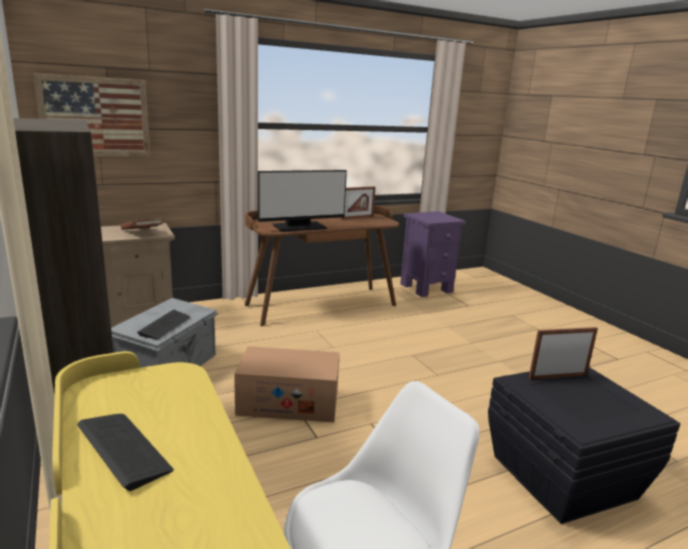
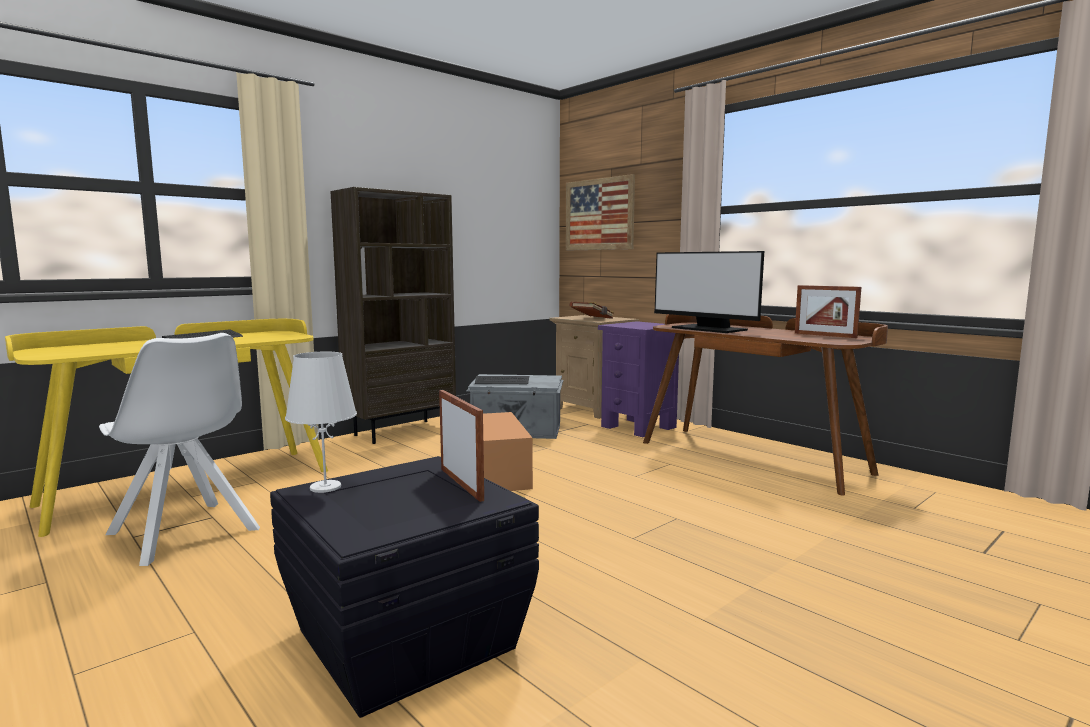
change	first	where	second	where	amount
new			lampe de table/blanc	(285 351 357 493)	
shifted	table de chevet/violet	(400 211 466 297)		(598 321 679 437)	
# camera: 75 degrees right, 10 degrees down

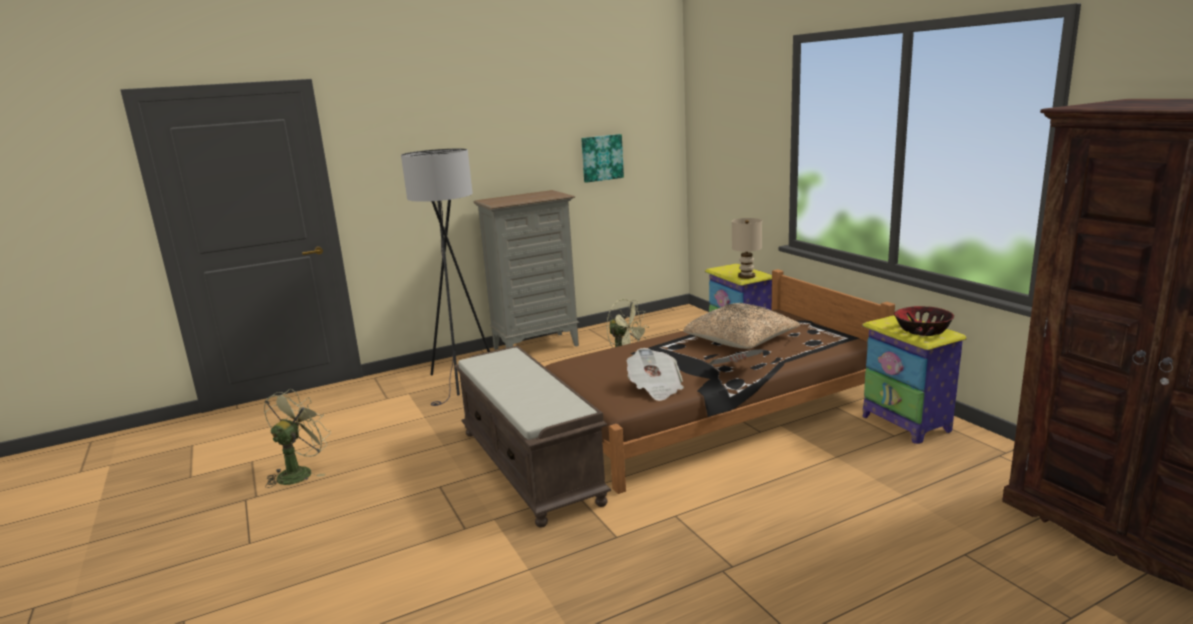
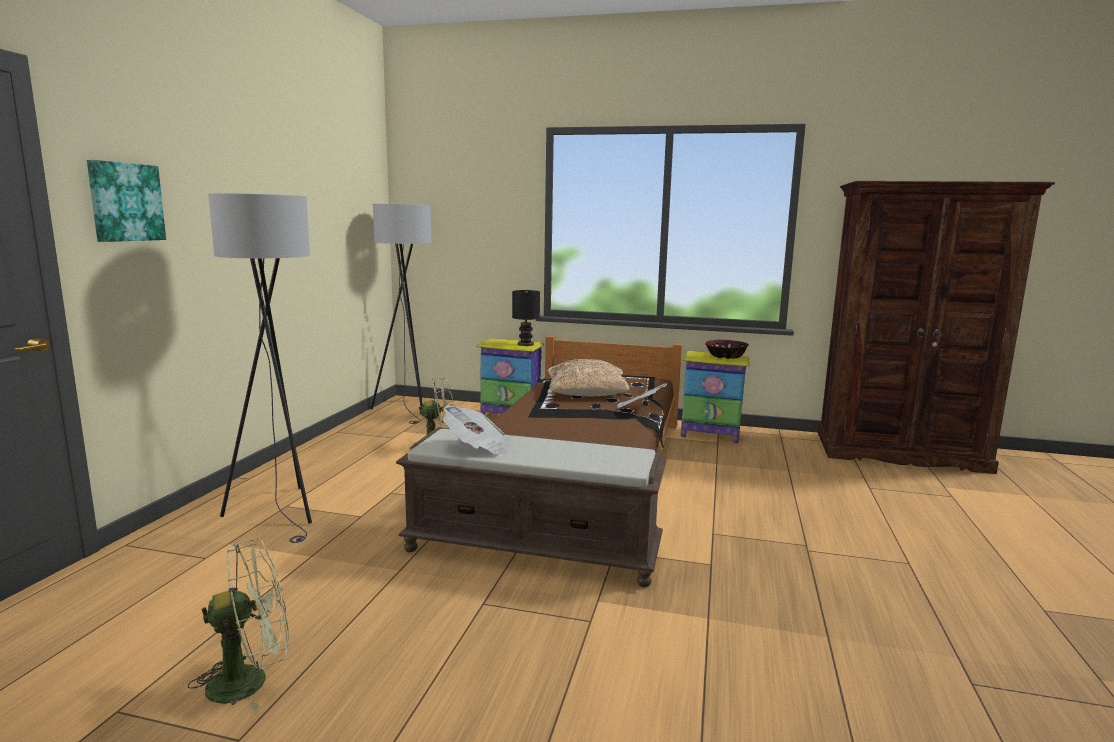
change	first	where	second	where	amount
shifted	tableau	(581 134 624 183)		(87 160 166 242)	
rotated	ventilateur/vert	(264 389 331 488)		(188 538 289 713)	90 degrees clockwise
new			lampadaire/gris	(370 204 431 424)	
shifted	journal	(627 348 684 401)		(443 406 510 456)	
repainted	lampe de table/beige	(732 218 762 279)	lampe de table/noir	(512 290 540 346)	
gone	commode/gris	(474 190 579 350)			
# camera: 50 degrees left, 5 degrees down

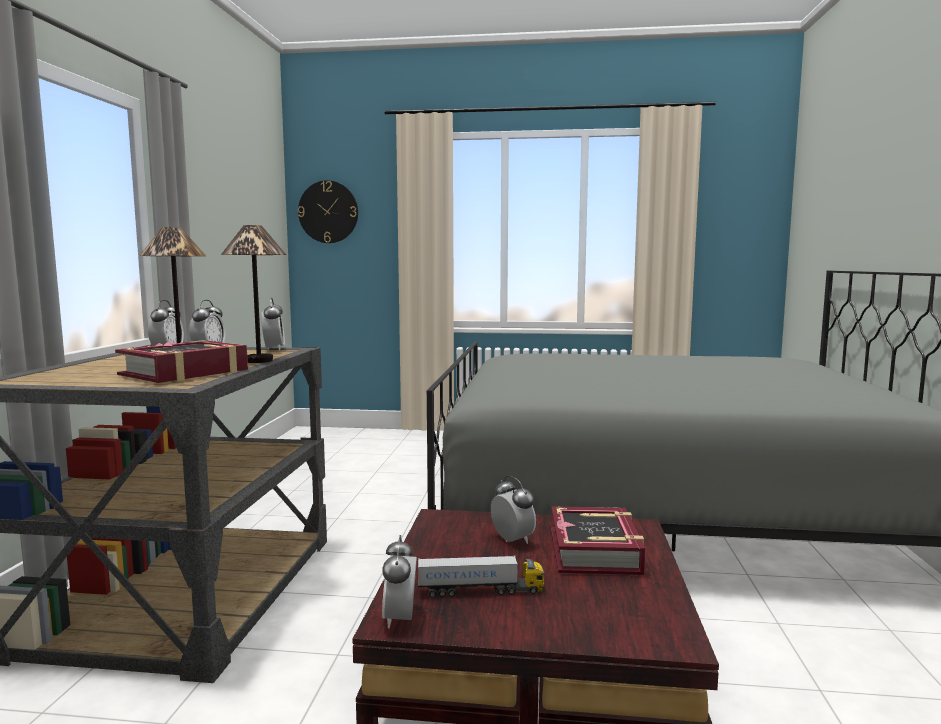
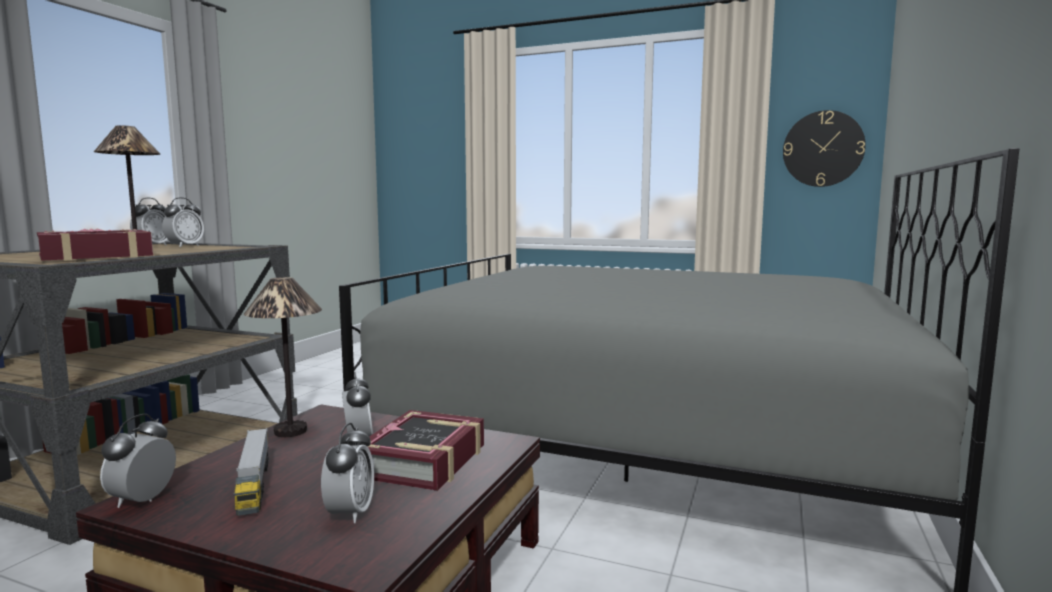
change	first	where	second	where	amount
rotated	camion jouet	(418 555 545 598)		(234 428 269 516)	60 degrees clockwise
shifted	lampe de table	(221 225 286 363)		(244 277 322 437)	
shifted	réveil	(261 298 285 350)		(321 423 374 523)	
shifted	horloge murale	(298 180 358 243)		(783 110 866 187)	
# camera: 15 degrees right, 0 degrees up

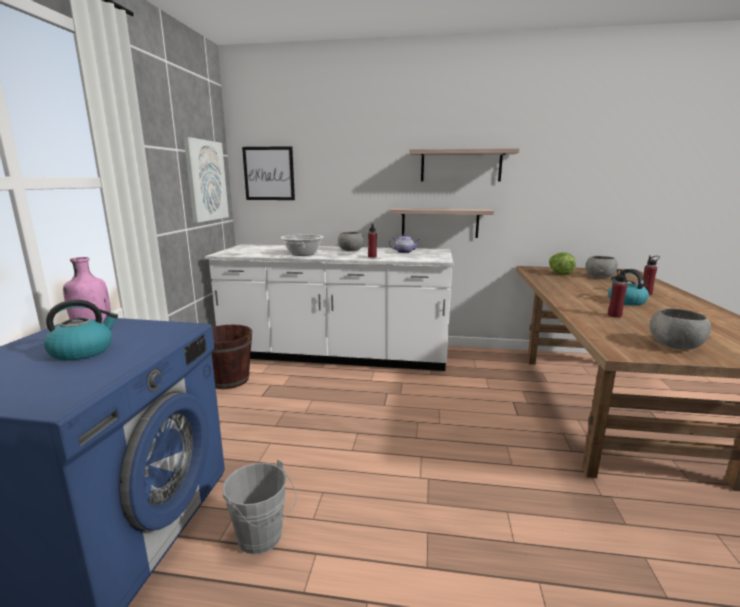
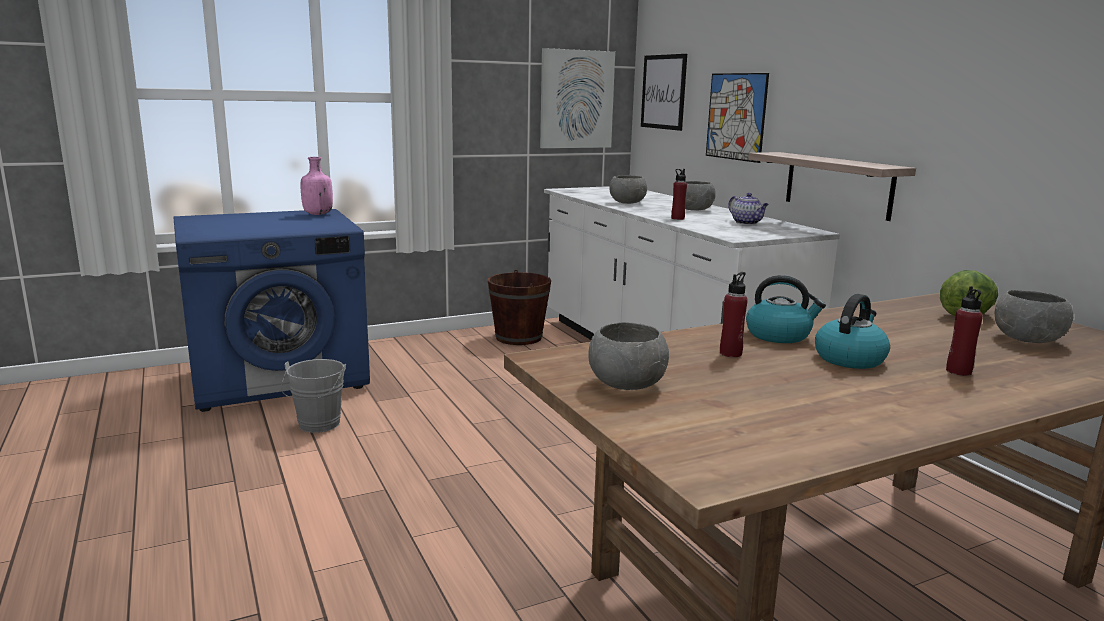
change	first	where	second	where	amount
swapped	marmite	(281 234 324 256)	bol/gris	(610 175 647 204)	
new			tableau	(706 73 769 163)	
shifted	bouilloire	(43 299 118 361)		(746 275 826 343)	
gone	étagère	(409 148 520 181)			
# camera: 55 degrees right, 0 degrees up

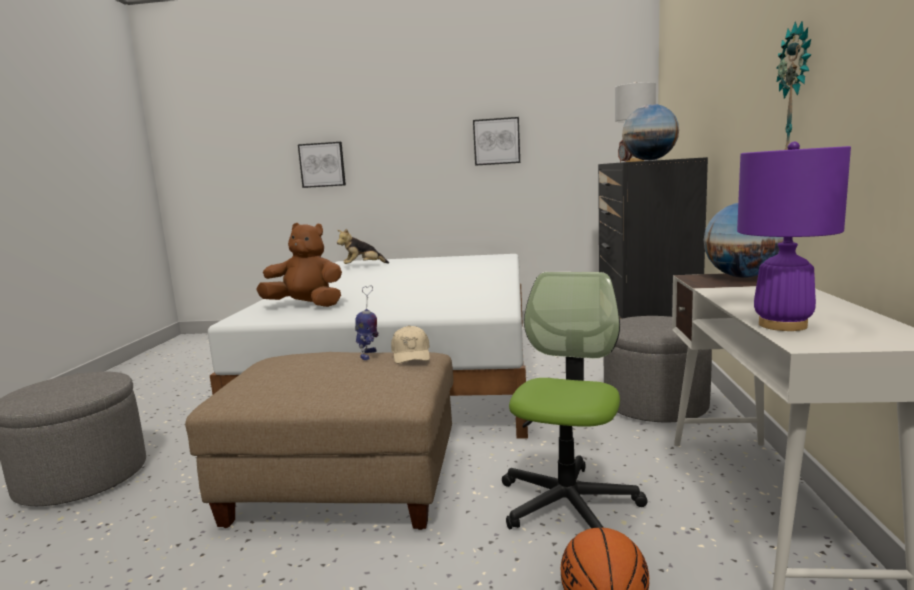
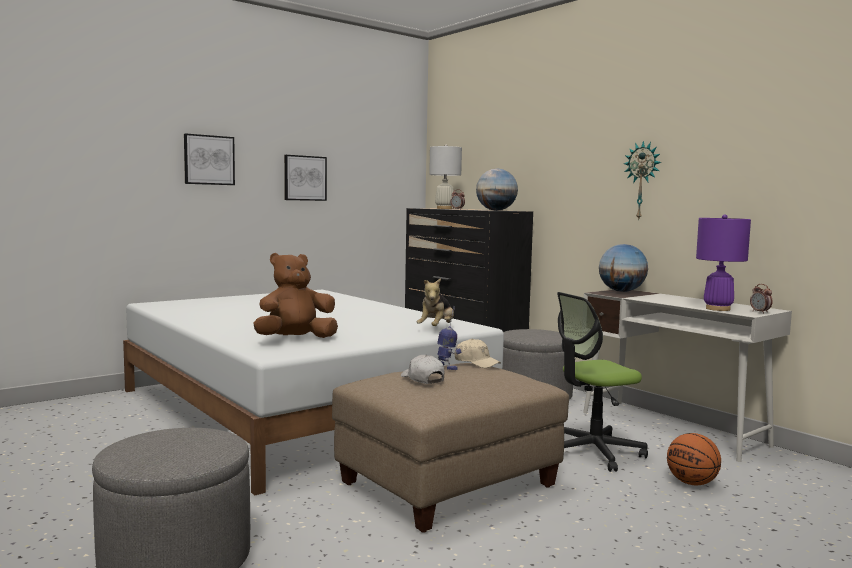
change	first	where	second	where	amount
shifted	tableau	(298 142 346 188)		(184 133 235 185)	
new			casquette/blanc	(401 355 444 384)	
shifted	peluche	(337 229 389 264)		(417 278 454 326)	
rotated	chaise de bureau	(502 272 648 529)		(557 292 648 472)	90 degrees counterclockwise
new			réveil	(750 284 773 314)	
# camera: 45 degrees left, 5 degrees down

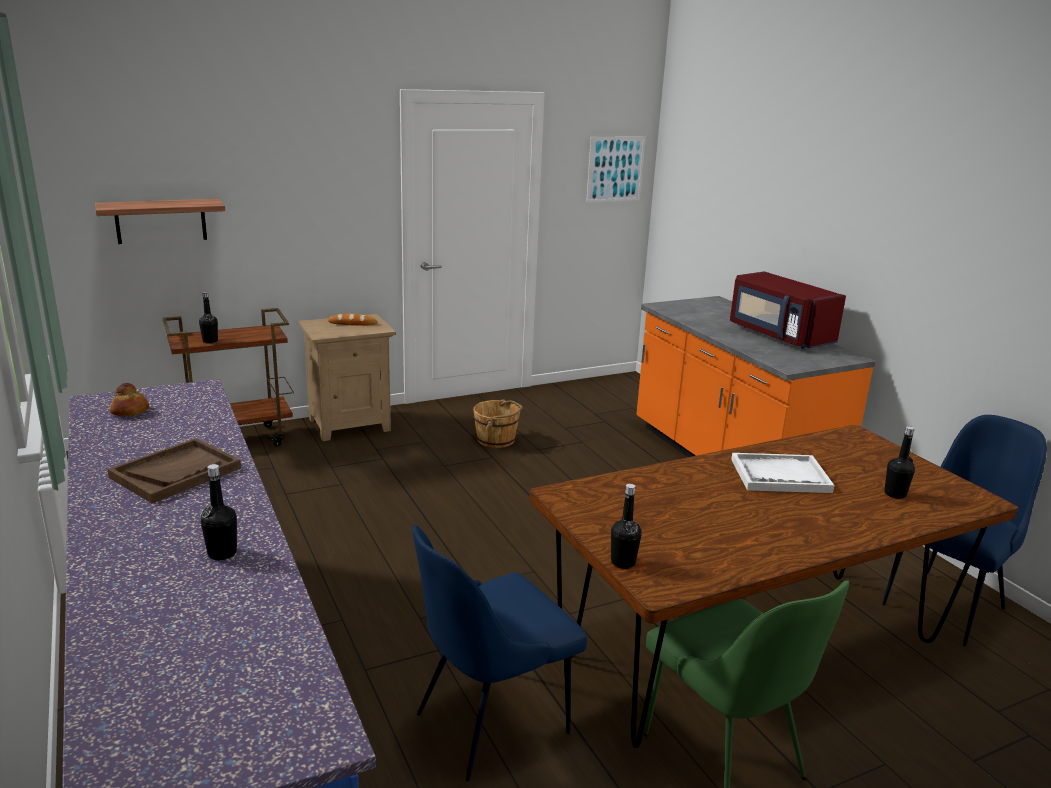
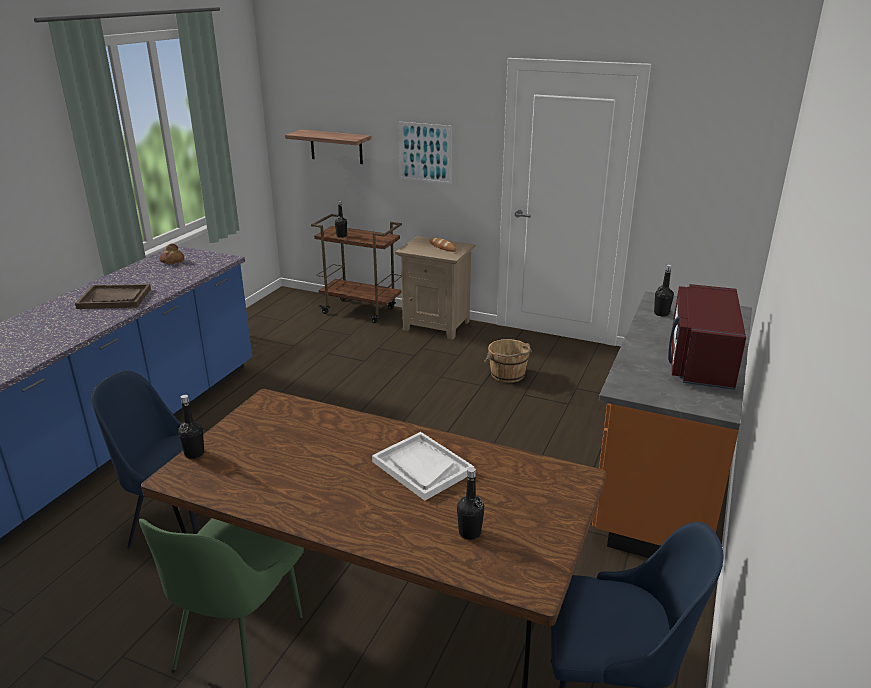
change	first	where	second	where	amount
shifted	tableau	(586 136 646 202)		(398 122 452 184)	
shifted	bouteille/noir	(201 464 237 560)		(654 265 674 317)	
# camera: 50 degrees right, 5 degrees up

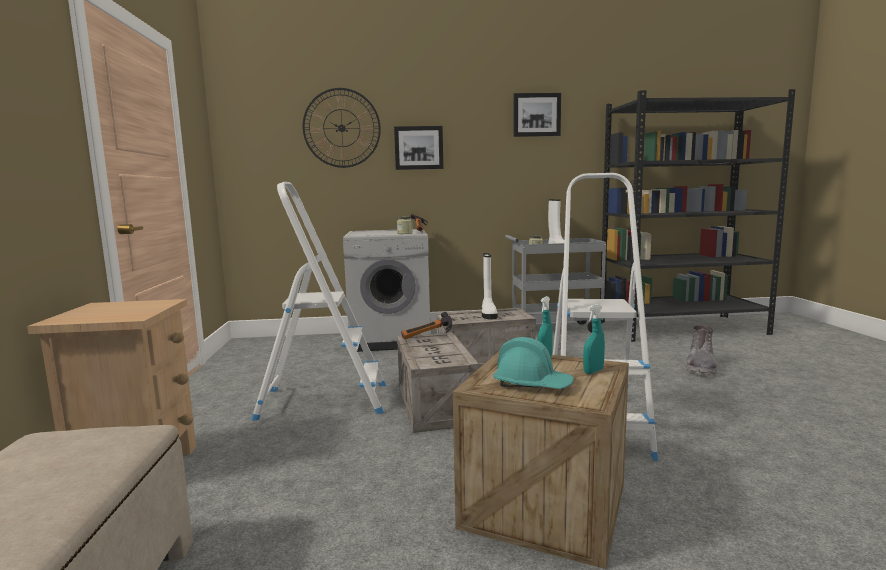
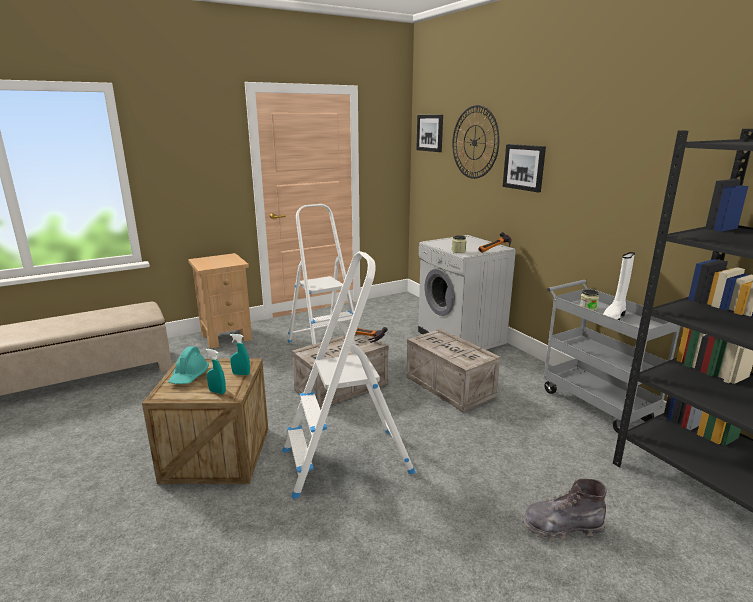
change	first	where	second	where	amount
shifted	tableau	(513 93 561 137)		(416 115 443 152)	
gone	botte/blanc	(482 253 498 320)			
# camera: 65 degrees right, 10 degrees up

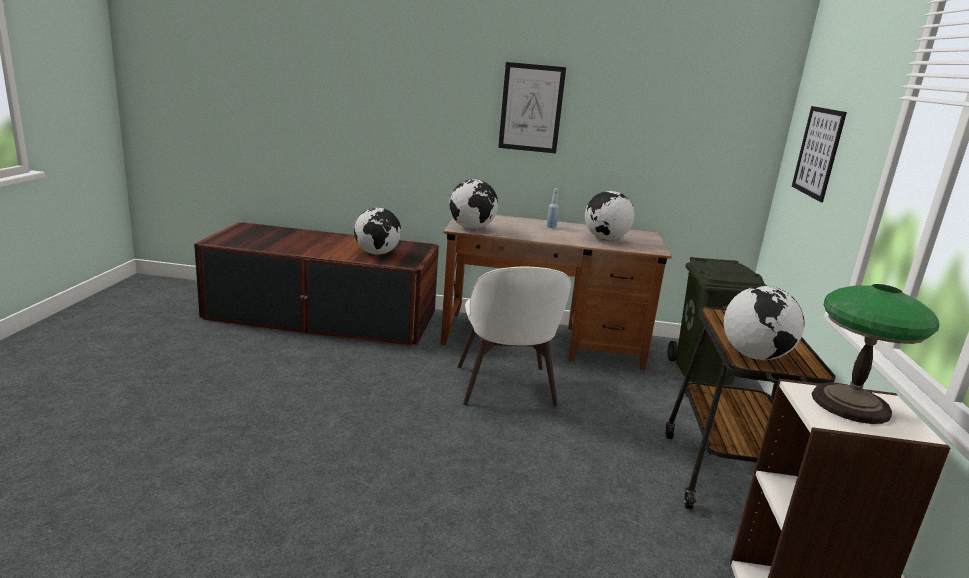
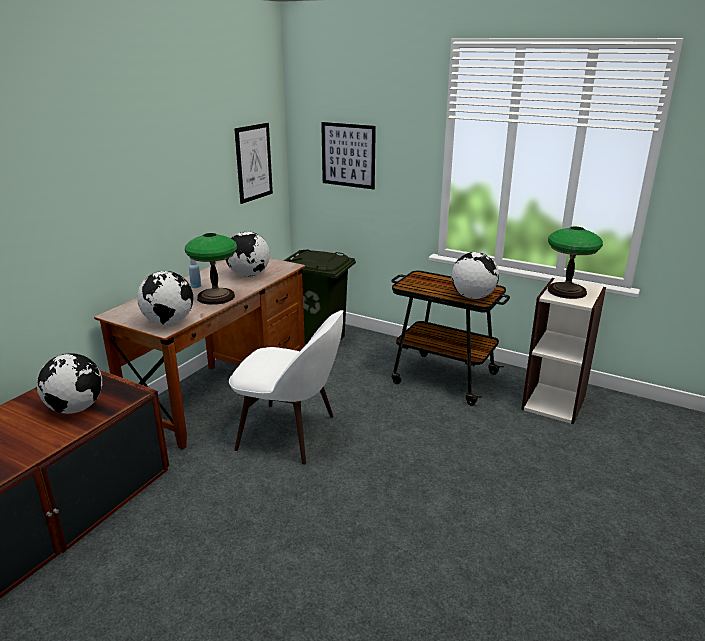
change	first	where	second	where	amount
new			lampe de table	(185 233 237 305)	
shifted	tableau	(498 62 566 153)		(234 123 273 204)	
# camera: 65 degrees left, 5 degrees up

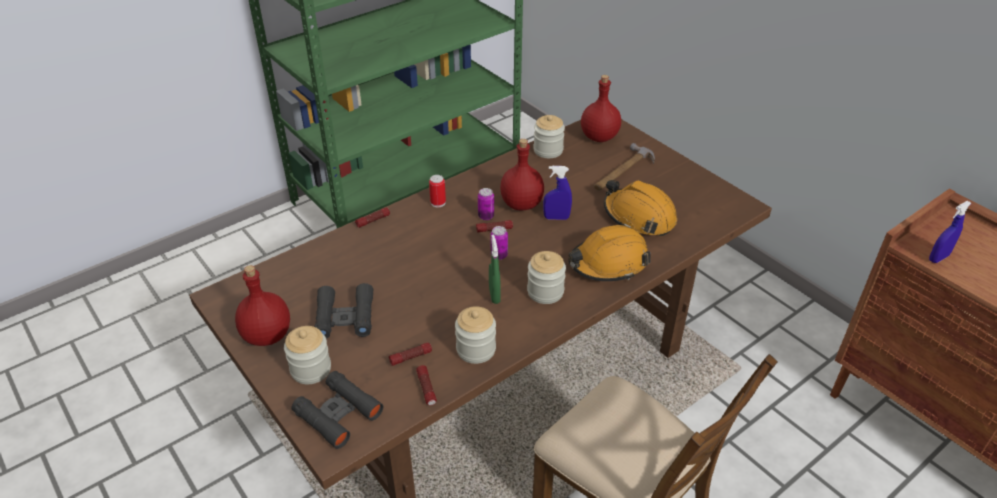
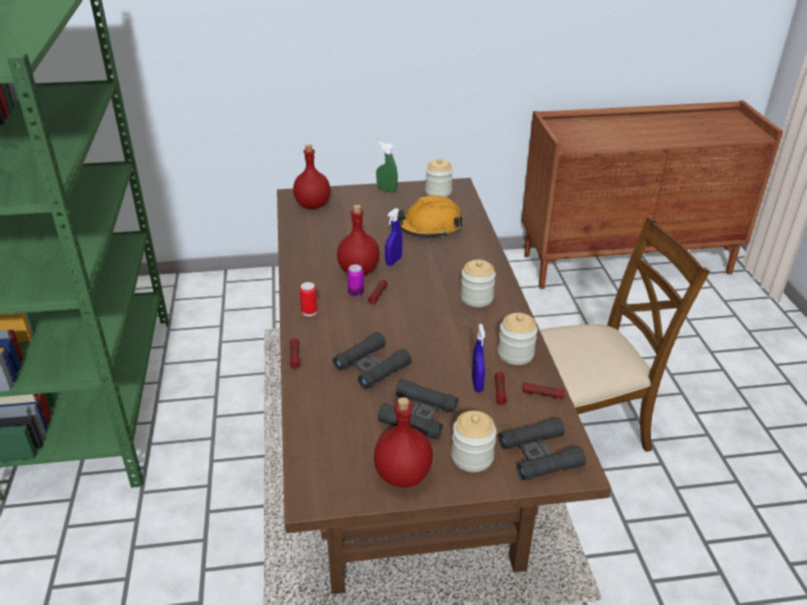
change	first	where	second	where	amount
new			jumelles/noir	(333 332 411 389)	
shifted	vaporisateur/vert	(489 235 501 304)		(376 142 398 192)	
shifted	bocal	(533 115 565 158)		(425 158 453 197)	
shifted	vaporisateur/bleu	(929 201 971 263)		(472 324 485 392)	
gone	boîte métallique	(491 226 508 260)			
gone	casque de chantier/orange	(569 225 651 281)			
gone	marteau	(594 143 655 191)			
# camera: 60 degrees left, 5 degrees down

